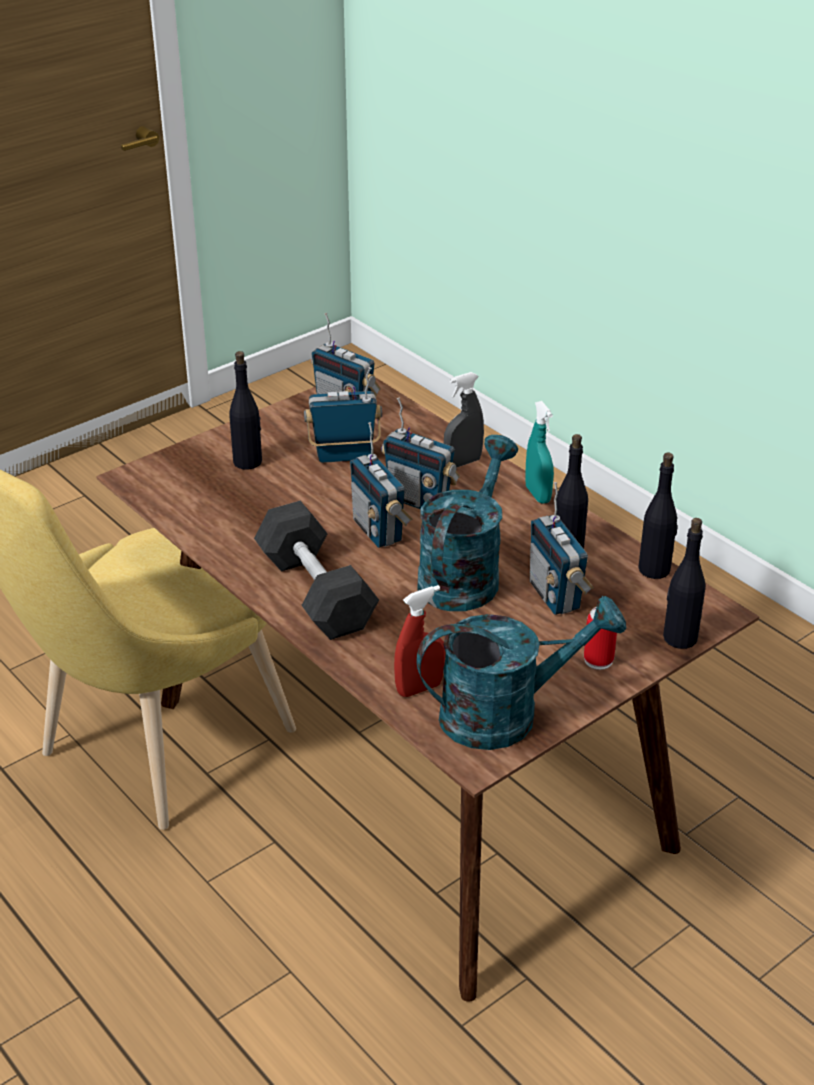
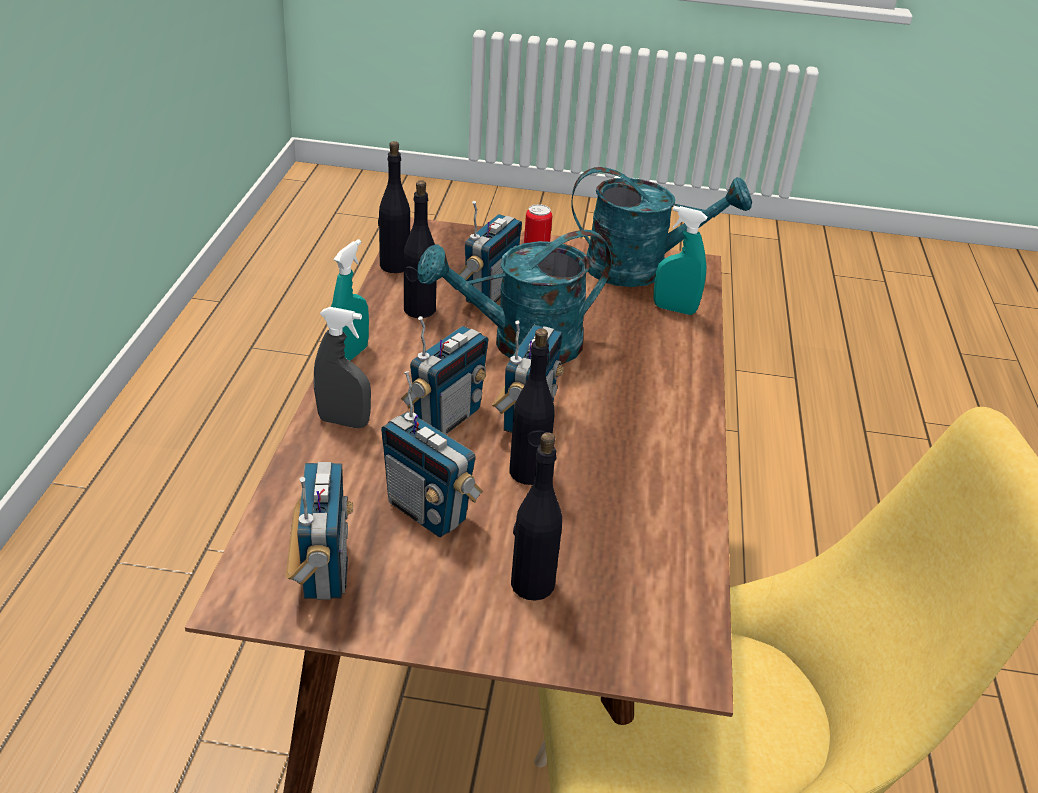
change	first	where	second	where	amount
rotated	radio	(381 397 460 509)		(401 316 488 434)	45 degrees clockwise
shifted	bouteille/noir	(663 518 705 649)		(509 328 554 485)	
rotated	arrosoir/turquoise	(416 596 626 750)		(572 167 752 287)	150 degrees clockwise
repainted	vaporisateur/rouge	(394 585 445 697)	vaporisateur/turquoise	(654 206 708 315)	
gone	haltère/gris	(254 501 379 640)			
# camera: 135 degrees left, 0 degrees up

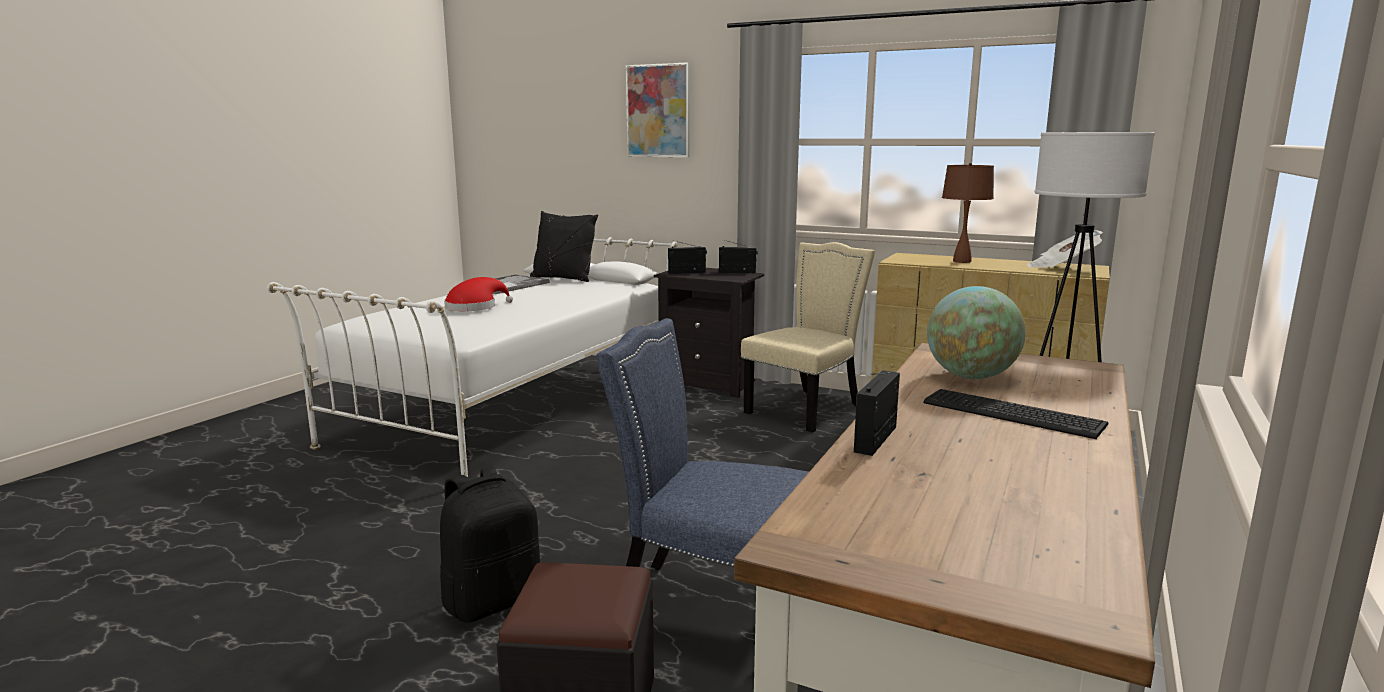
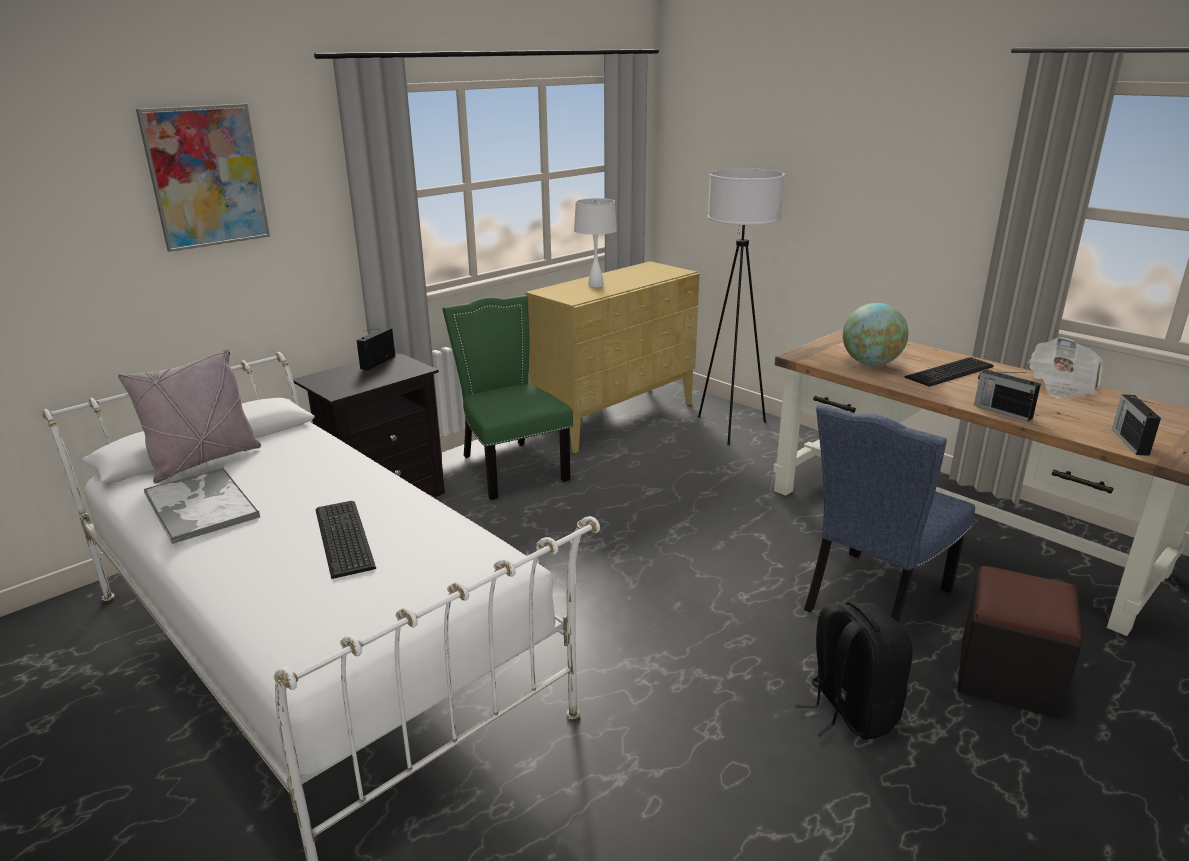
change	first	where	second	where	amount
repainted	coussin/noir	(530 211 598 282)	coussin/violet	(118 349 261 484)	
swapped	chapeau/rouge	(444 277 513 312)	clavier	(315 501 376 579)	
repainted	chaise/beige	(740 242 875 433)	chaise/vert	(442 295 573 500)	
repainted	lampe de table/marron	(942 163 994 263)	lampe de table/blanc	(574 198 617 287)	
shifted	journal	(1026 230 1103 268)		(1028 337 1104 398)	
shifted	radio	(668 241 707 274)		(1112 394 1161 456)	
# camera: 70 degrees left, 10 degrees up

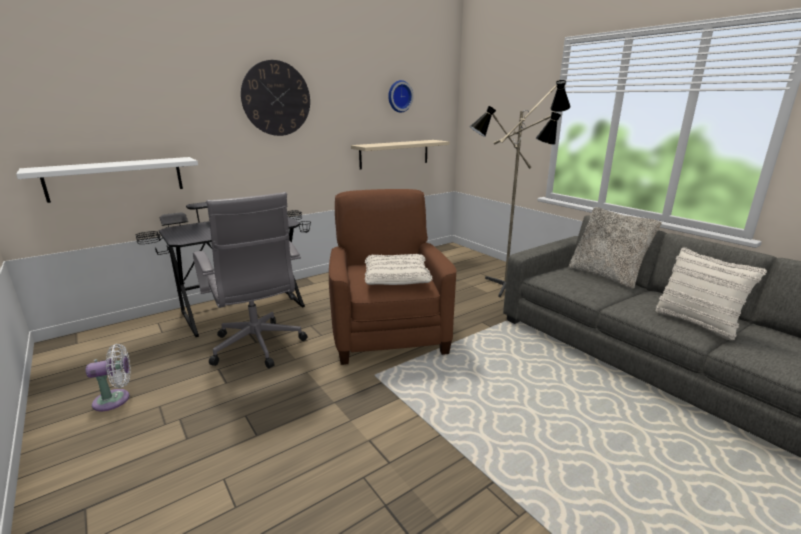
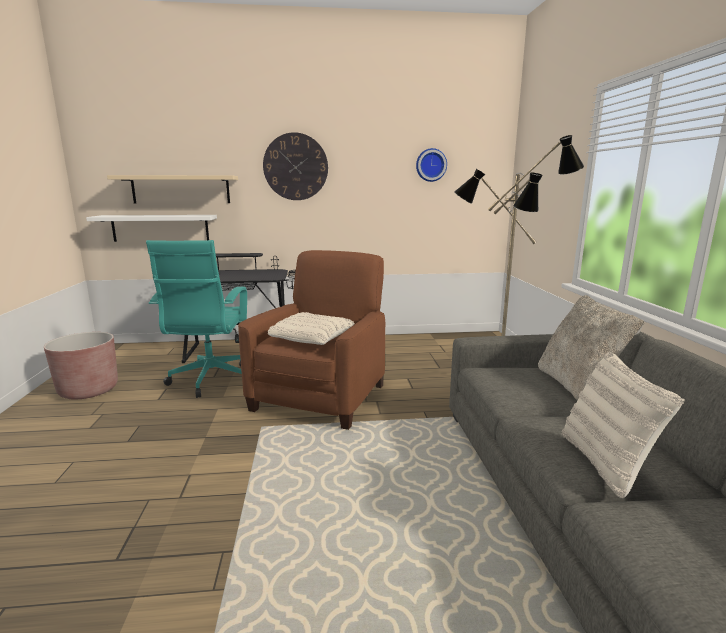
change	first	where	second	where	amount
swapped	ventilateur/blanc	(86 344 131 411)	cache-pot/marron	(44 332 118 399)	
shifted	étagère/beige	(351 140 450 170)		(107 175 238 203)	
repainted	chaise de bureau/gris	(193 192 308 368)	chaise de bureau/turquoise	(146 240 247 398)	
# camera: 30 degrees right, 5 degrees down

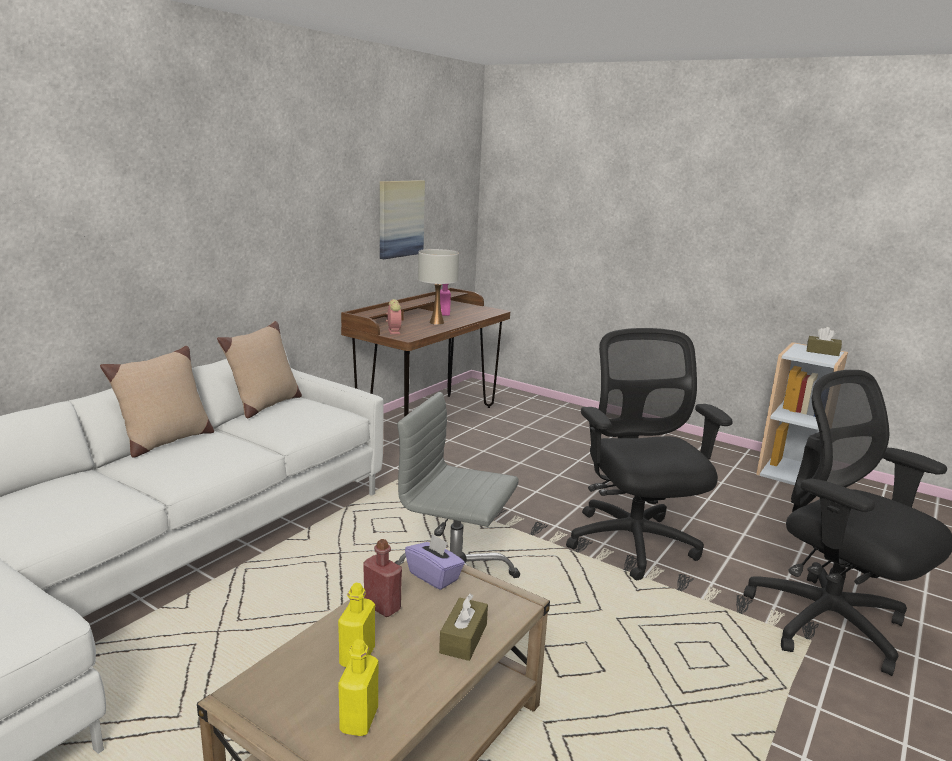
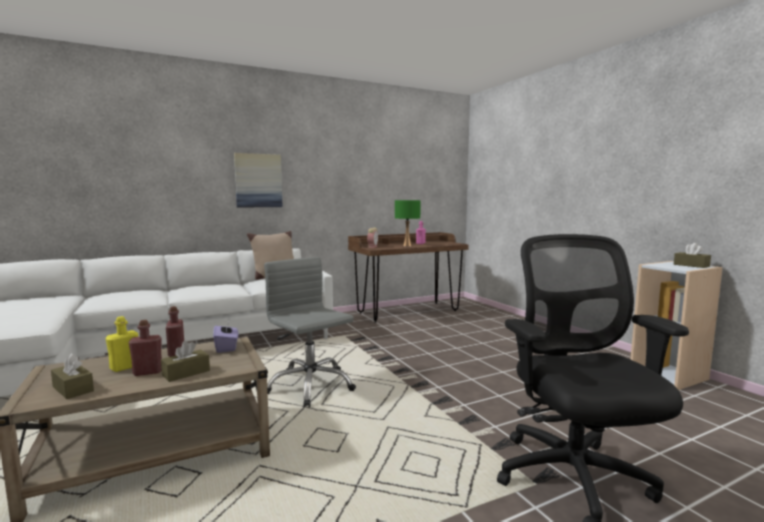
change	first	where	second	where	amount
swapped	bouteille/jaune	(338 639 378 736)	boîte à mouchoirs/marron	(51 353 94 399)	
new			bouteille/rouge	(128 320 162 376)	
shifted	tableau	(380 180 425 259)		(234 153 283 208)	
repainted	lampe de table/blanc	(418 249 459 325)	lampe de table/vert	(395 200 421 246)	
gone	coussin/beige	(100 346 214 458)			
gone	chaise de bureau/noir	(566 328 733 581)			
# camera: 30 degrees right, 10 degrees down

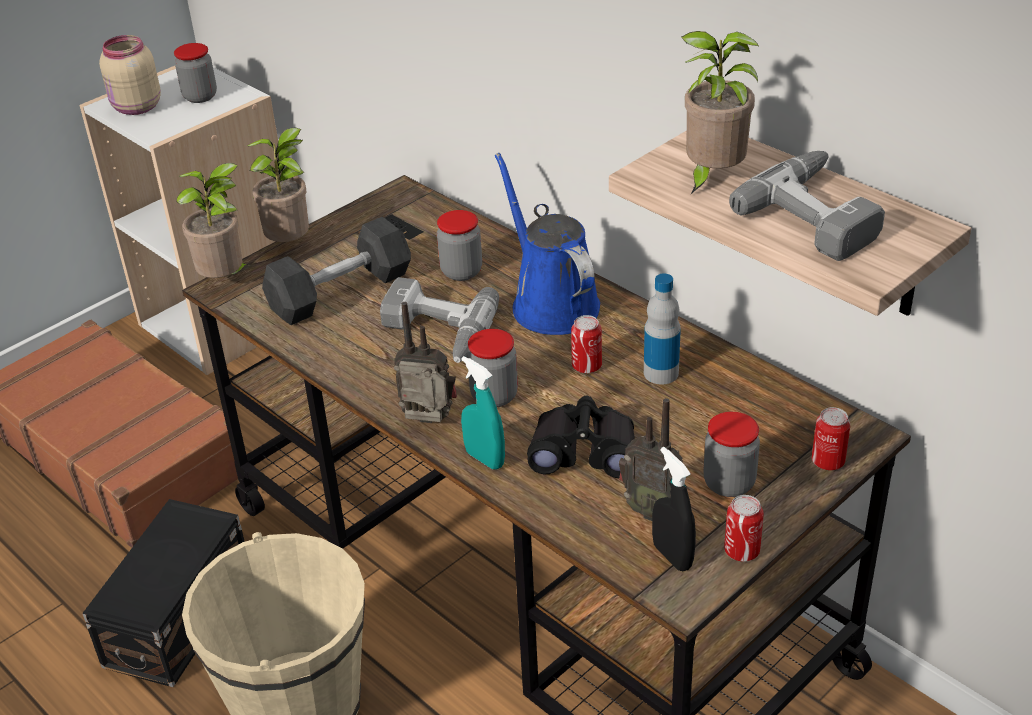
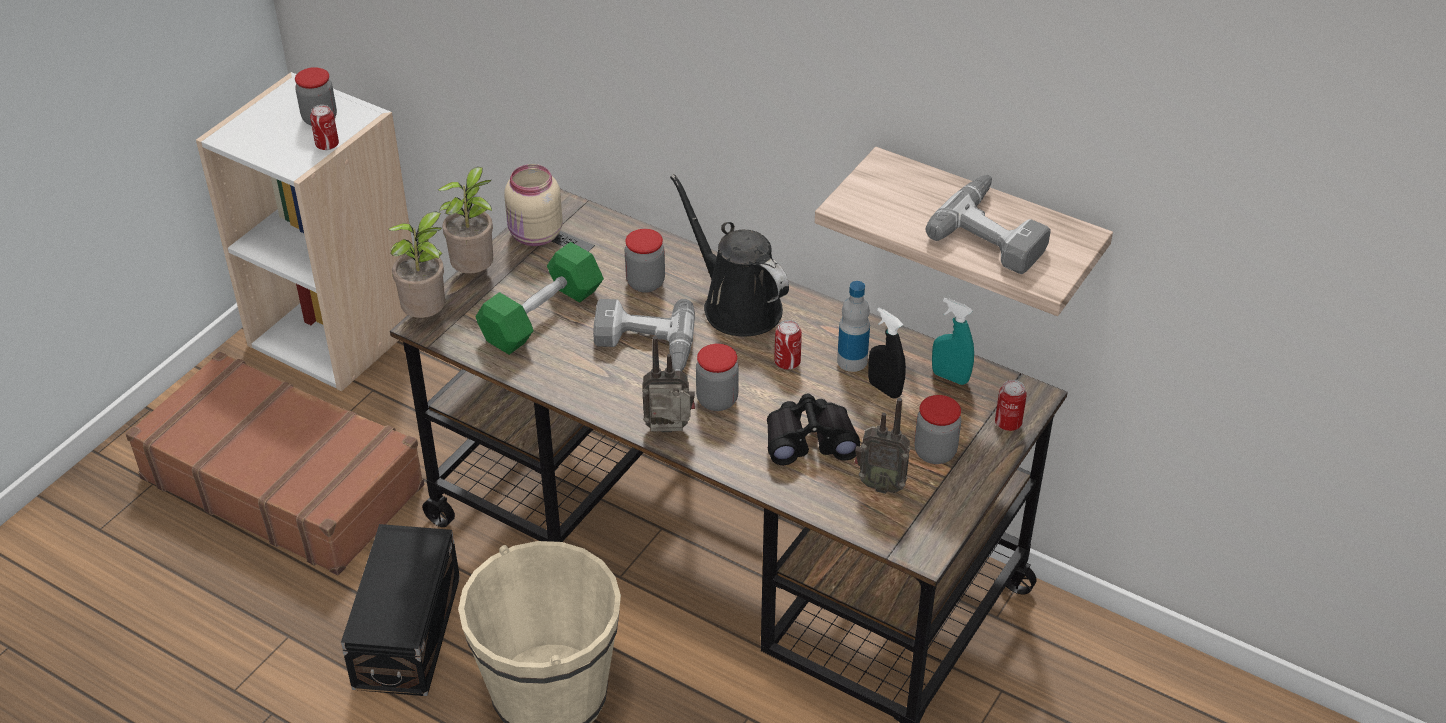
change	first	where	second	where	amount
shifted	boîte métallique	(724 495 764 562)		(310 105 339 150)	
repainted	haltère/gris	(262 216 411 325)	haltère/vert	(475 242 604 355)	
shifted	bocal/beige	(99 35 161 115)		(504 164 563 246)	
repainted	arrosoir/bleu	(495 153 600 335)	arrosoir/noir	(670 174 789 336)	
shifted	vaporisateur/noir	(652 447 696 571)		(868 307 906 399)	
shifted	vaporisateur/turquoise	(461 356 505 470)		(932 298 974 385)	
gone	plante en pot	(681 31 759 195)			
# camera: 15 degrees left, 5 degrees up

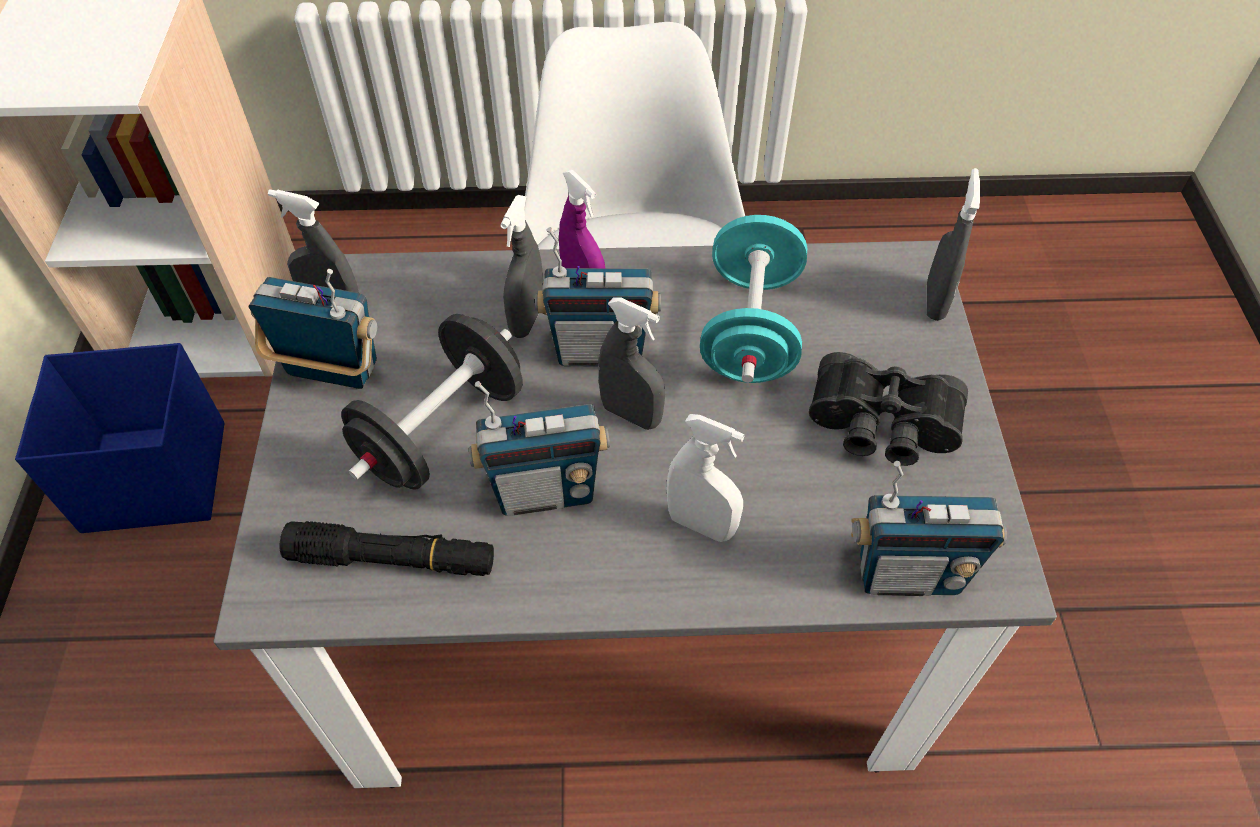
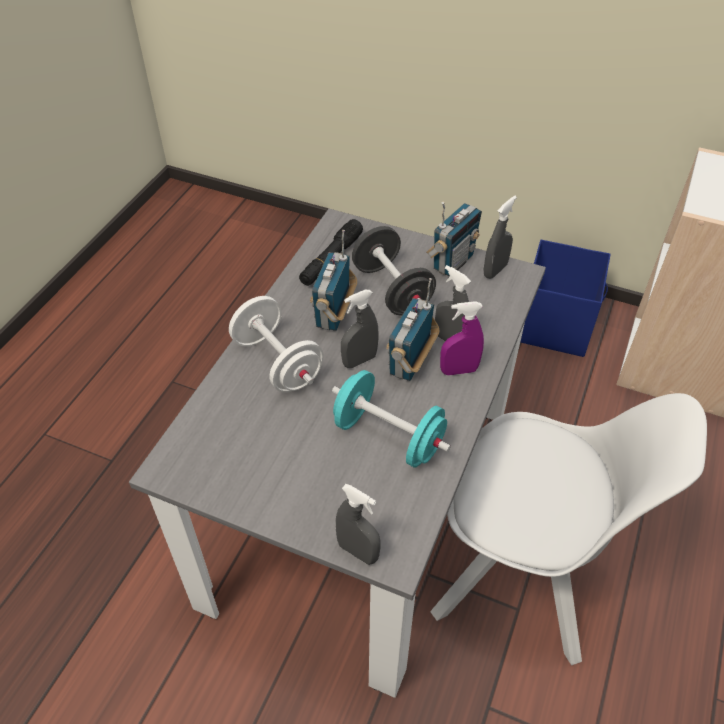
change	first	where	second	where	amount
swapped	vaporisateur/blanc	(666 414 745 542)	haltère/blanc	(229 296 324 393)	
gone	jumelles/noir	(809 352 968 466)			
gone	radio	(851 461 1007 596)			
# camera: 115 degrees right, 5 degrees down

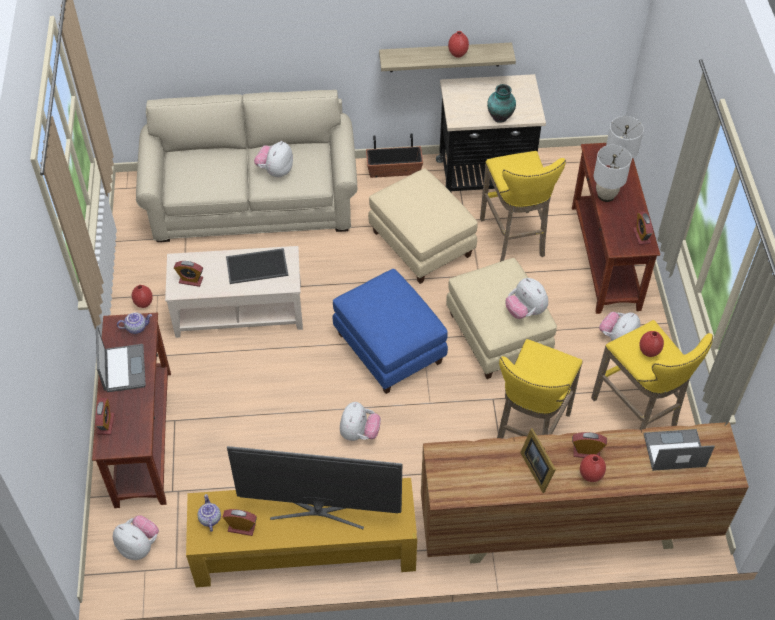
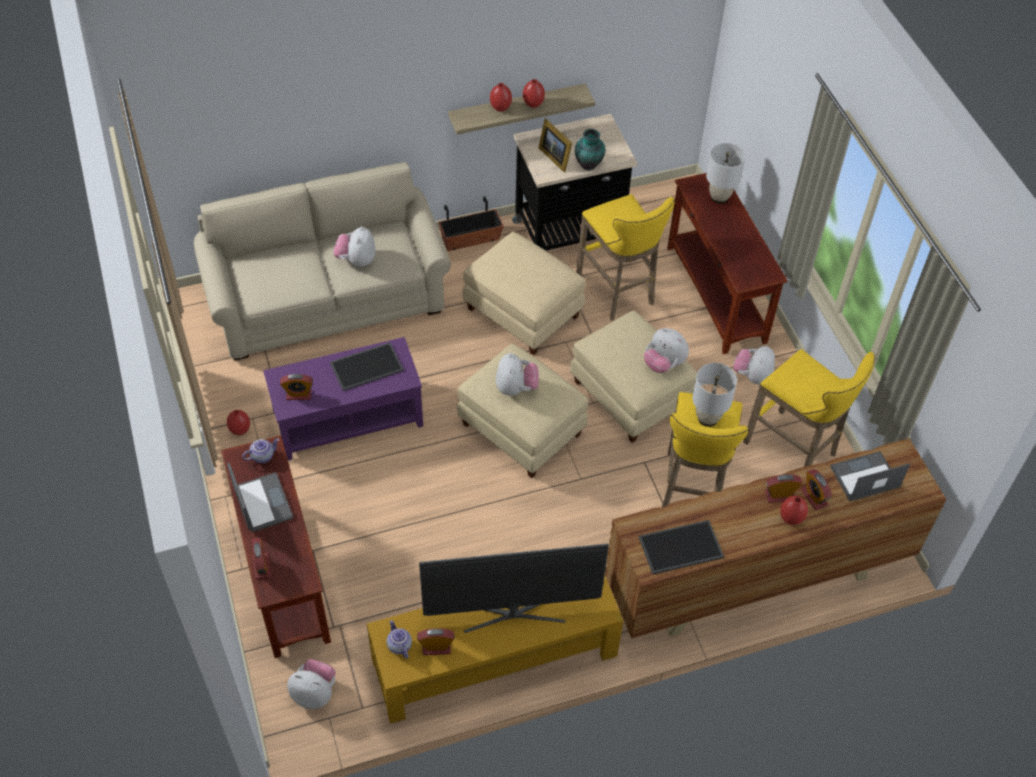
change	first	where	second	where	amount
repainted	table basse/beige	(165 246 303 338)	table basse/violet	(263 337 423 460)	
repainted	pouf/bleu	(333 269 448 394)	pouf/beige	(457 344 588 478)	
shifted	vase/rouge	(639 331 664 357)		(490 83 512 112)	
shifted	peluche	(340 402 381 441)		(496 353 539 396)	
shifted	cadre photo	(520 428 556 493)		(538 118 572 172)	
new			plateau	(639 520 724 574)	
shifted	lampe de table/blanc	(593 145 632 202)		(692 363 737 427)	
shifted	réveil	(633 211 653 245)		(801 469 832 510)	
# camera: 15 degrees left, 0 degrees up

